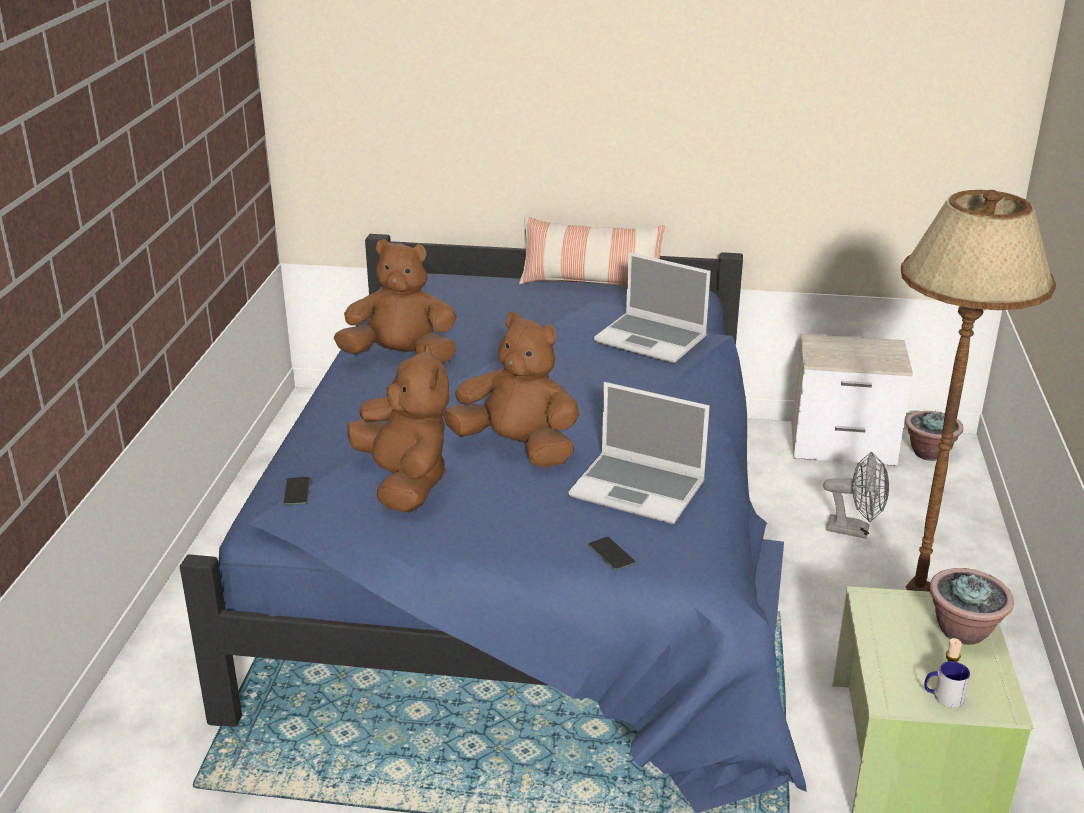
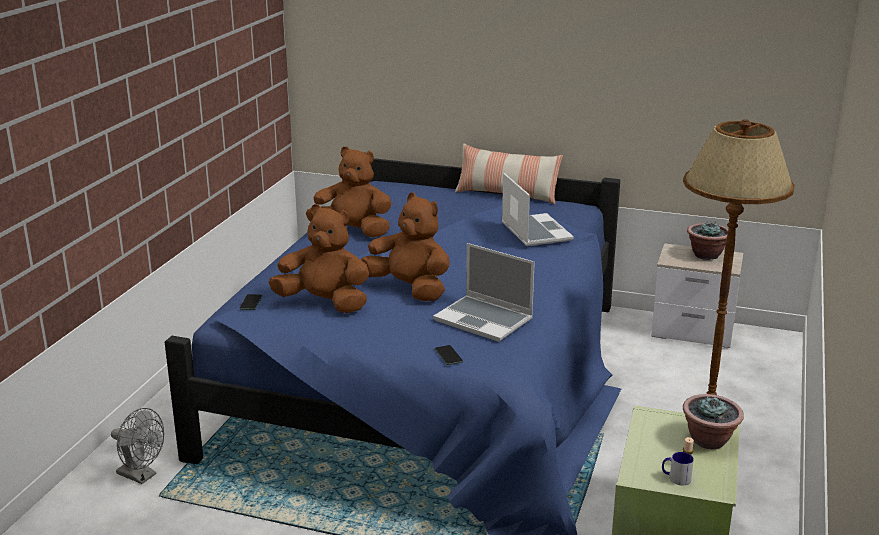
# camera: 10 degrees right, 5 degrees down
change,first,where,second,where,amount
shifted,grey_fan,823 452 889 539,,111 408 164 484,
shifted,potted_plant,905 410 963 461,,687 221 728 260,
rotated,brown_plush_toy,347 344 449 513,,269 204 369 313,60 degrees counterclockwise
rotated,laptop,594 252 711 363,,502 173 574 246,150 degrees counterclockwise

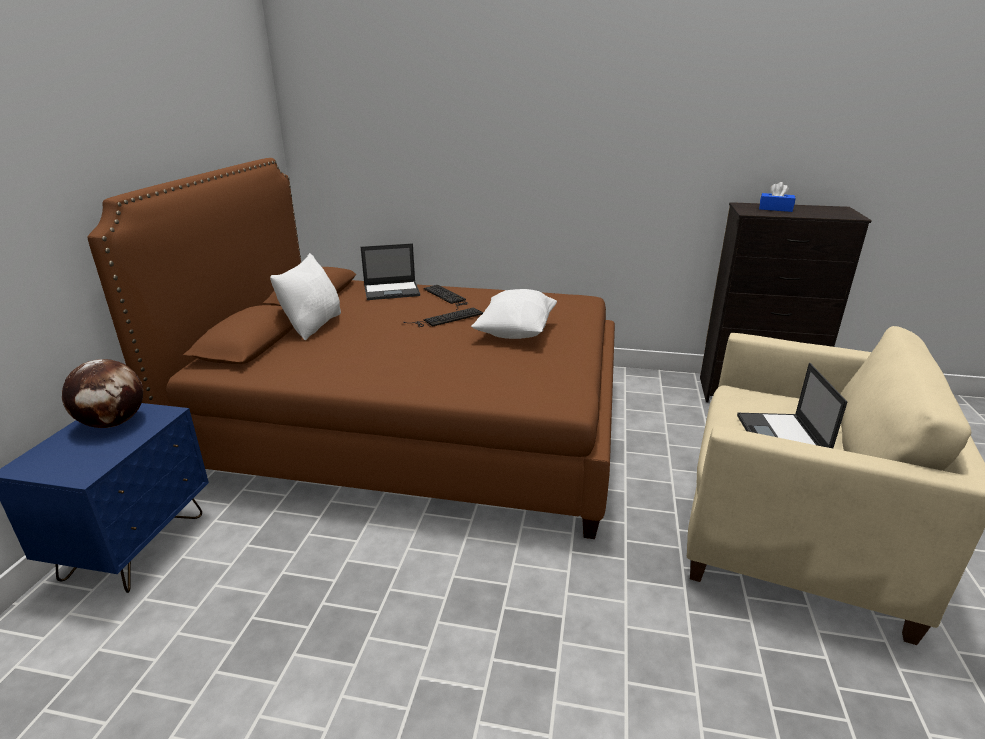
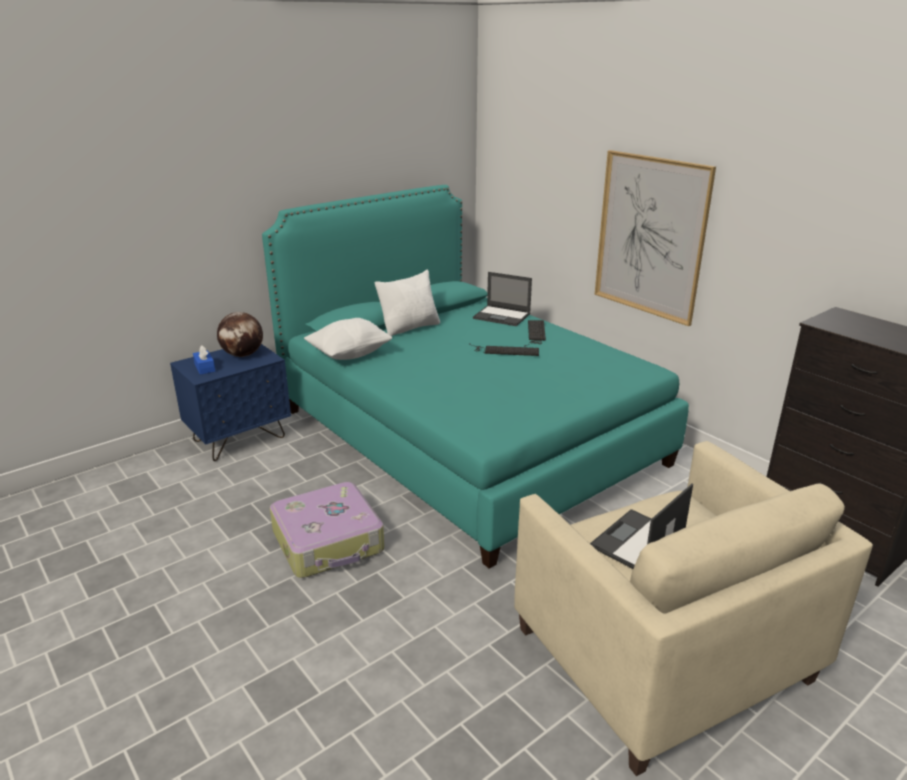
# camera: 40 degrees right, 0 degrees up
change,first,where,second,where,amount
new,,,suitcase,270 482 385 578,
new,,,picture,595 150 716 326,
shifted,white_pillow,471 289 557 339,,304 318 392 360,
shifted,blue_tissue_box,759 182 796 212,,193 345 215 375,
repainted,brown_bed,87 158 615 539,turquoise_bed,262 185 689 569,

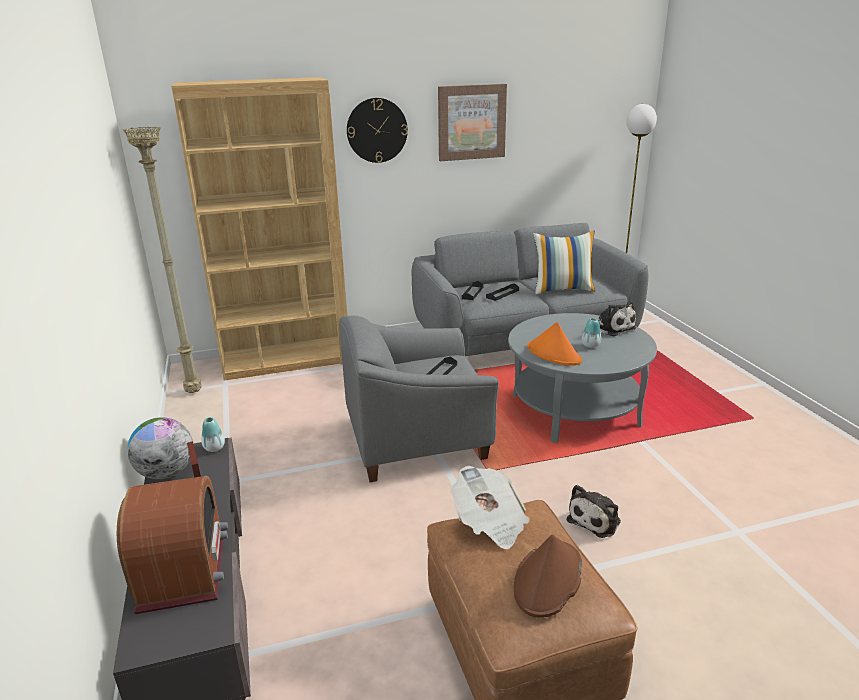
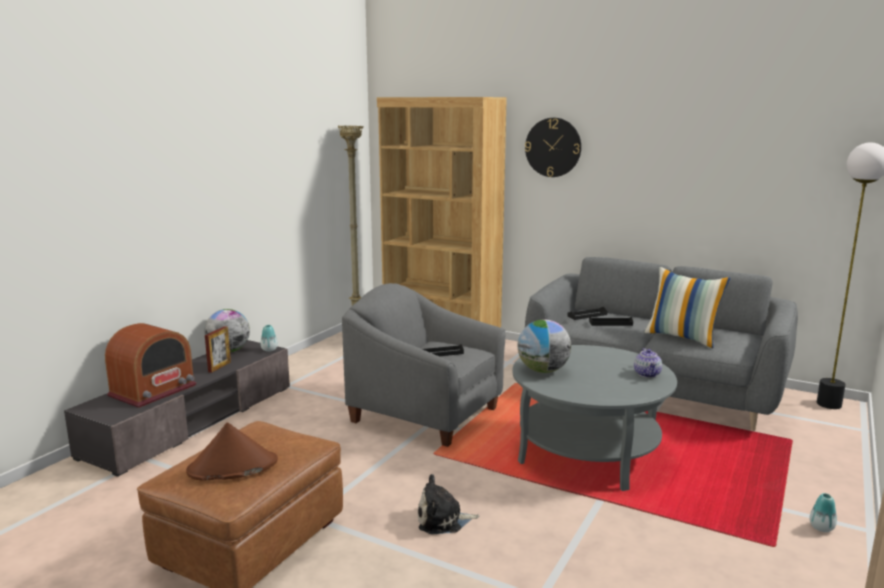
# camera: 45 degrees right, 10 degrees down
change,first,where,second,where,amount
gone,picture,438 84 507 161,,,
gone,newspaper,451 466 530 549,,,
shifted,vase,582 318 601 348,,809 493 837 532,
swapped,orange_hat,527 322 582 366,globe,518 319 571 373,
swapped,plush_toy,598 301 636 336,teapot,634 348 662 378,

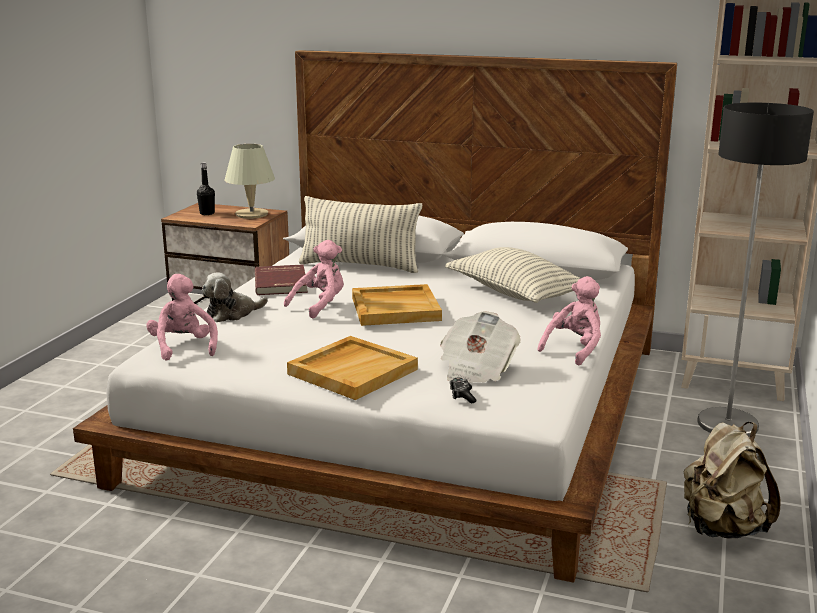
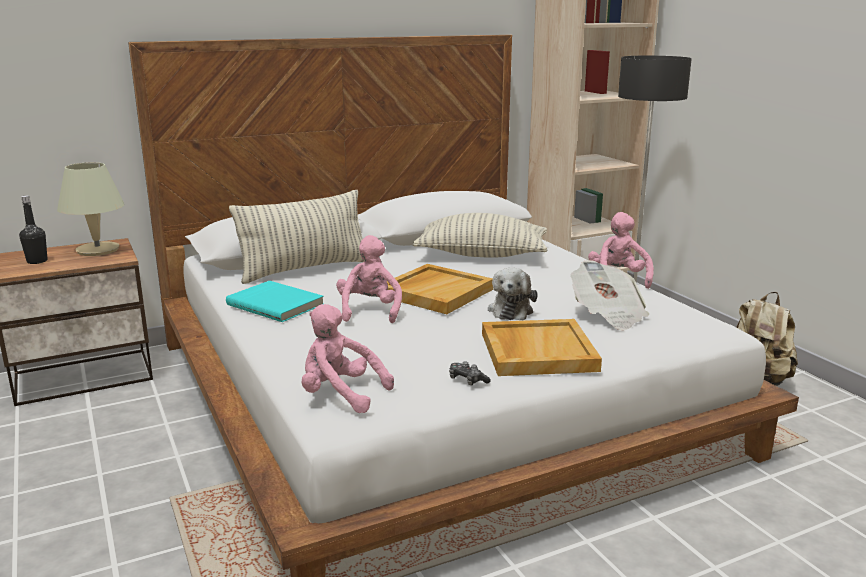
# camera: 45 degrees left, 0 degrees up
change,first,where,second,where,amount
shifted,plush_toy,202 272 268 322,,488 267 538 320,
shifted,game_controller,450 378 476 403,,449 361 491 385,
repainted,red_book,255 264 308 295,turquoise_book,226 281 324 322,

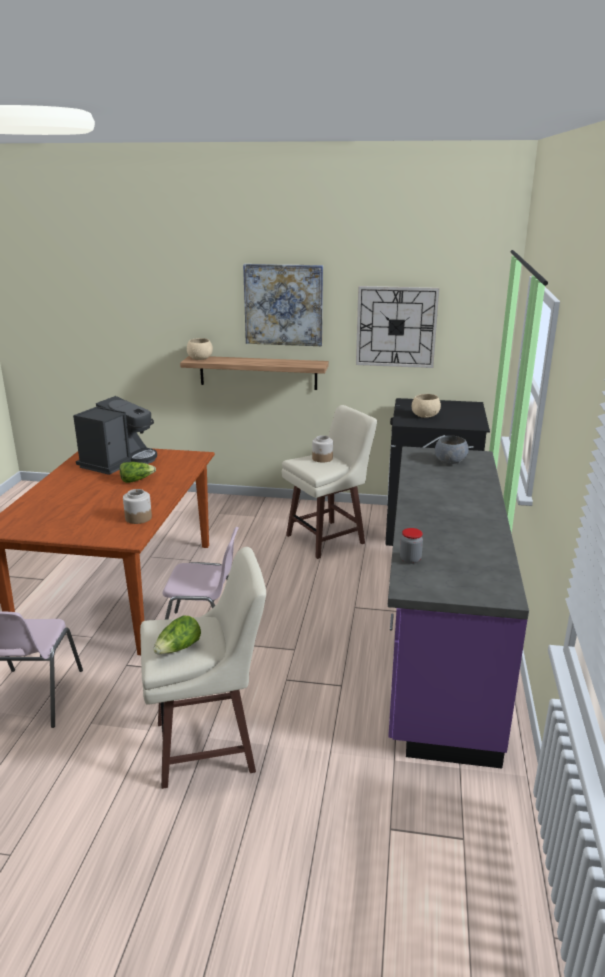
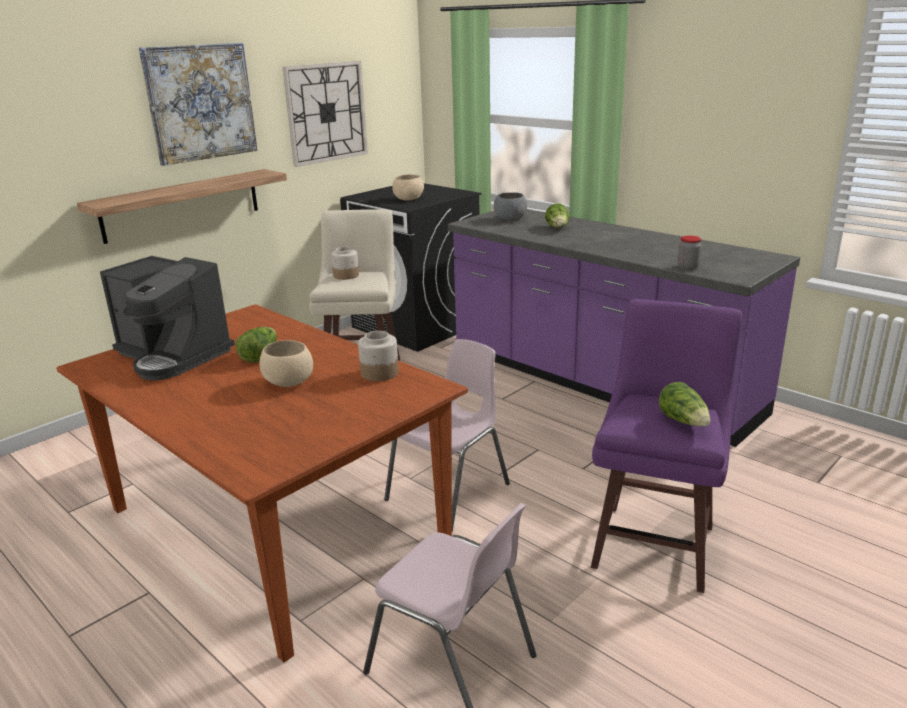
# camera: 55 degrees left, 0 degrees up
change,first,where,second,where,amount
new,,,lettuce,545 203 570 228,
shifted,beige_bowl,187 338 213 360,,260 340 313 387,
repainted,beige_stool,140 547 266 789,purple_stool,591 299 742 593,
rotated,coffee_machine,73 396 157 475,,100 256 235 380,150 degrees clockwise

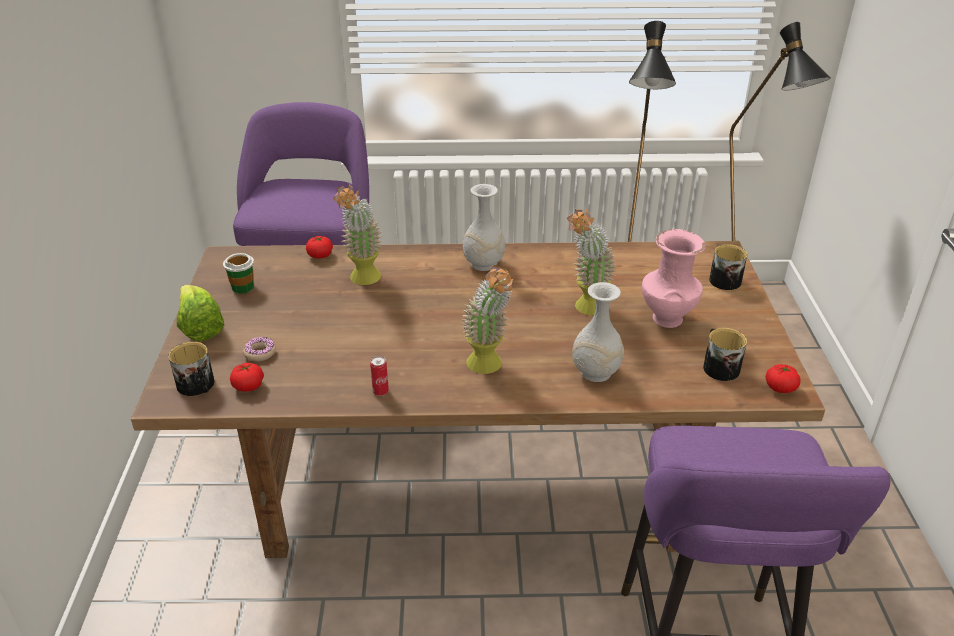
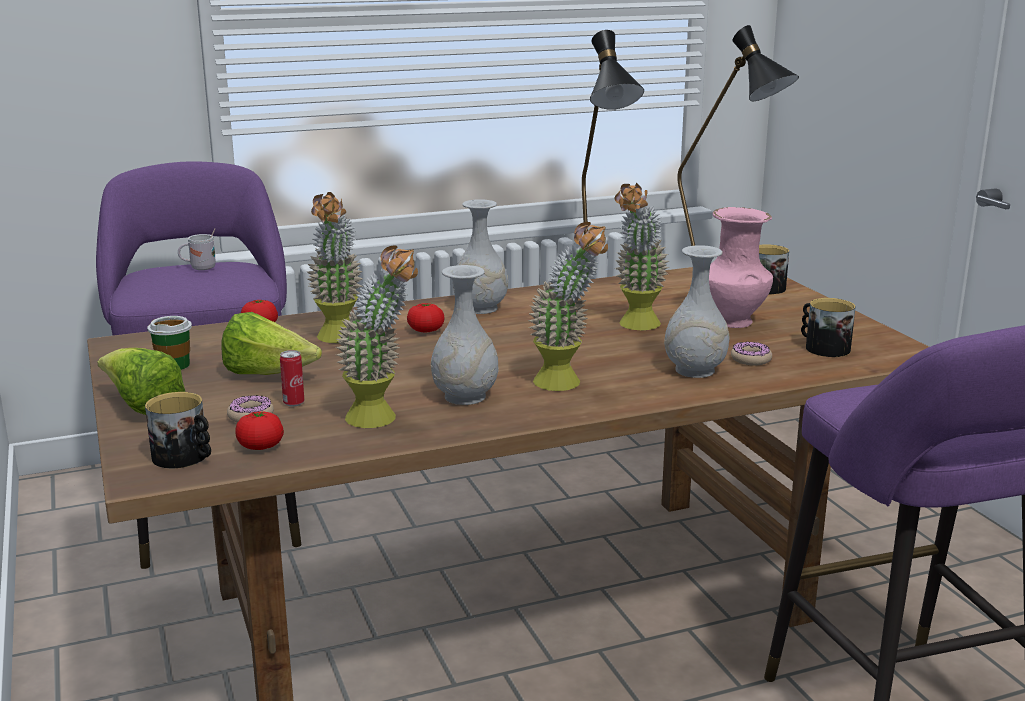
# camera: 20 degrees left, 15 degrees down
change,first,where,second,where,amount
new,,,white_mug,178 228 216 270,
new,,,lettuce,221 312 322 375,
new,,,potted_plant,335 246 418 428,
new,,,white_vase,431 265 499 405,
new,,,donut,731 341 772 366,
shifted,can,370 356 389 396,,280 350 304 407,
shifted,tomato,766 364 801 393,,407 303 444 332,

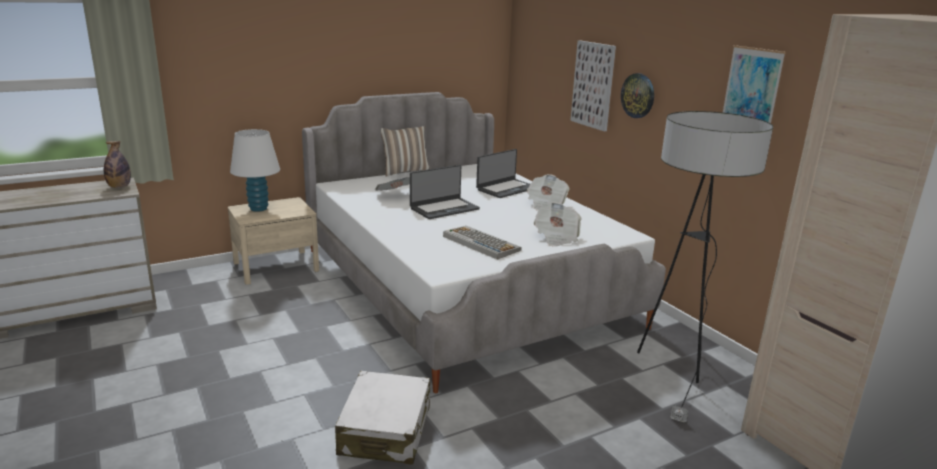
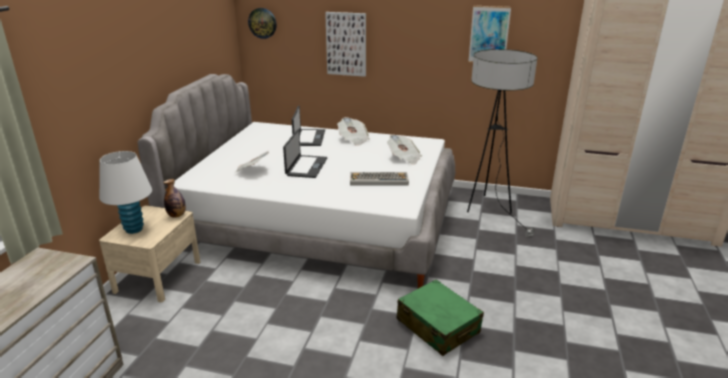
# camera: 45 degrees left, 5 degrees up
change,first,where,second,where,amount
gone,pillow,381 125 431 177,,,
shifted,bottle,104 141 131 188,,163 179 186 218,
shifted,wall_clock,621 73 654 118,,248 8 277 39,
repainted,white_suitcase,335 371 430 465,green_suitcase,397 279 484 356,

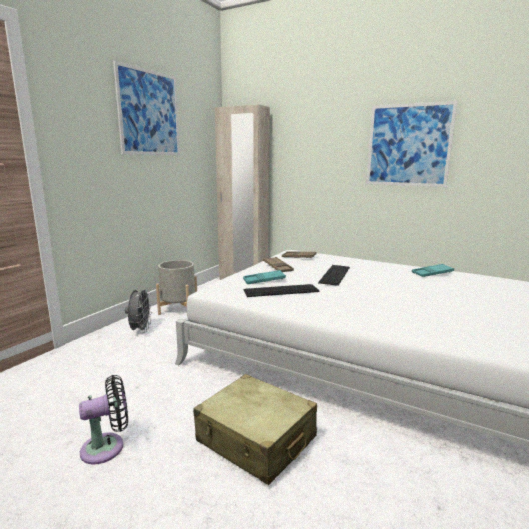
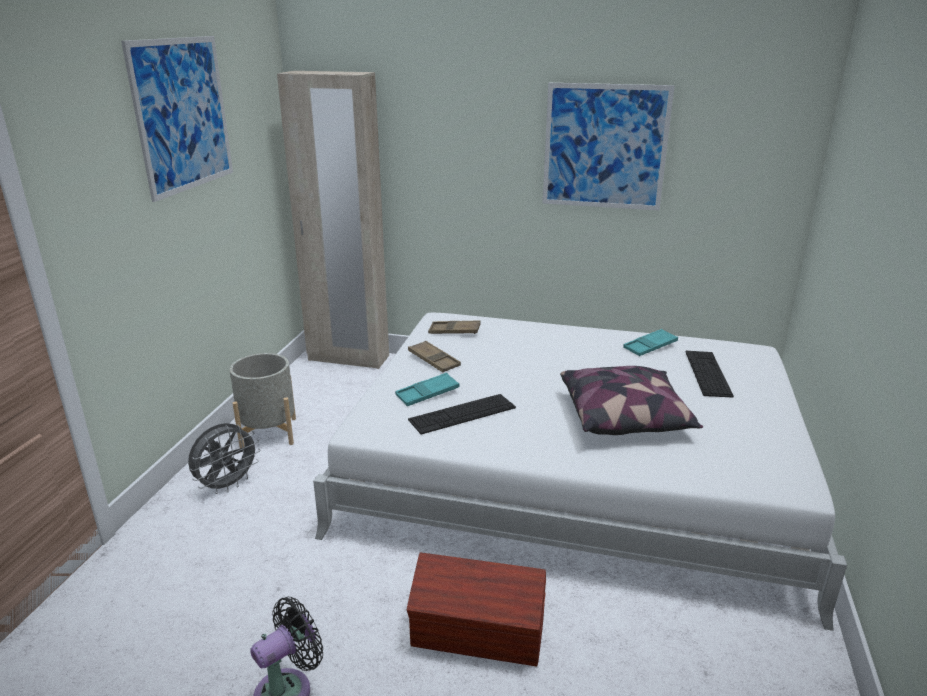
# camera: 15 degrees left, 10 degrees up
change,first,where,second,where,amount
new,,,pillow,560 366 703 435,
shifted,keyboard,318 265 350 286,,686 351 734 398,
swapped,beige_suitcase,193 374 317 485,brown_storage_box,407 553 546 666,
rotated,grey_fan,125 287 152 333,,188 423 261 494,60 degrees clockwise

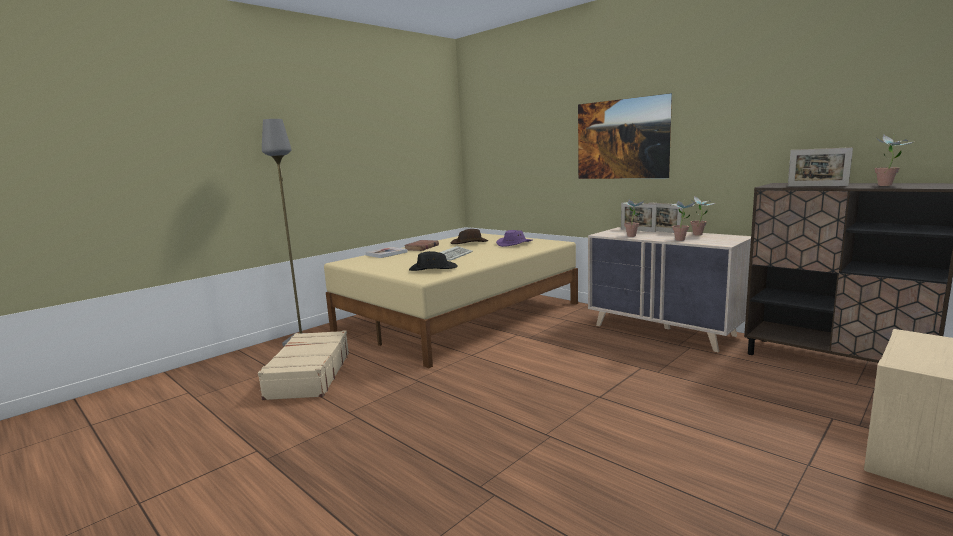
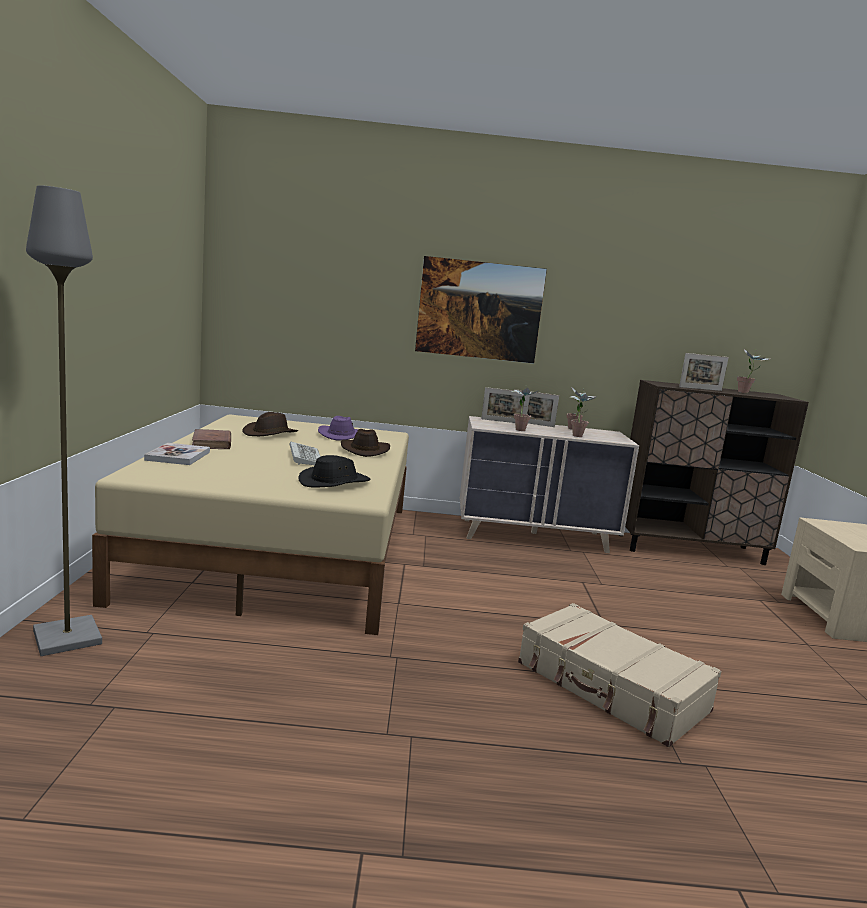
# camera: 45 degrees left, 0 degrees up
change,first,where,second,where,amount
new,,,brown_hat,341 429 390 457,
shifted,beige_suitcase,258 330 349 400,,518 603 721 747,

